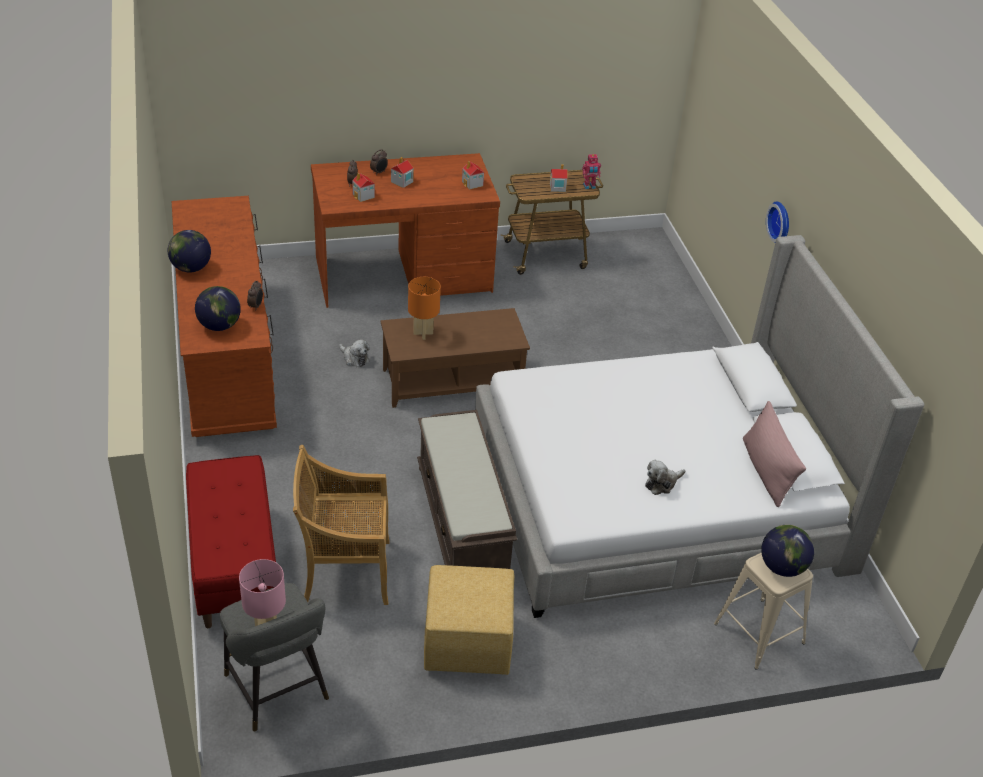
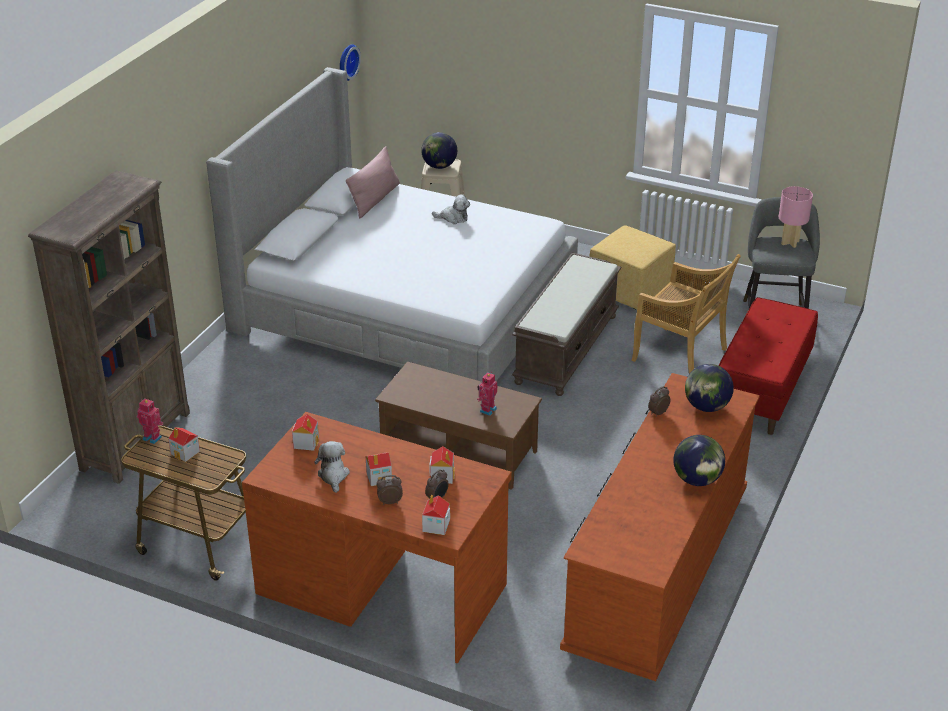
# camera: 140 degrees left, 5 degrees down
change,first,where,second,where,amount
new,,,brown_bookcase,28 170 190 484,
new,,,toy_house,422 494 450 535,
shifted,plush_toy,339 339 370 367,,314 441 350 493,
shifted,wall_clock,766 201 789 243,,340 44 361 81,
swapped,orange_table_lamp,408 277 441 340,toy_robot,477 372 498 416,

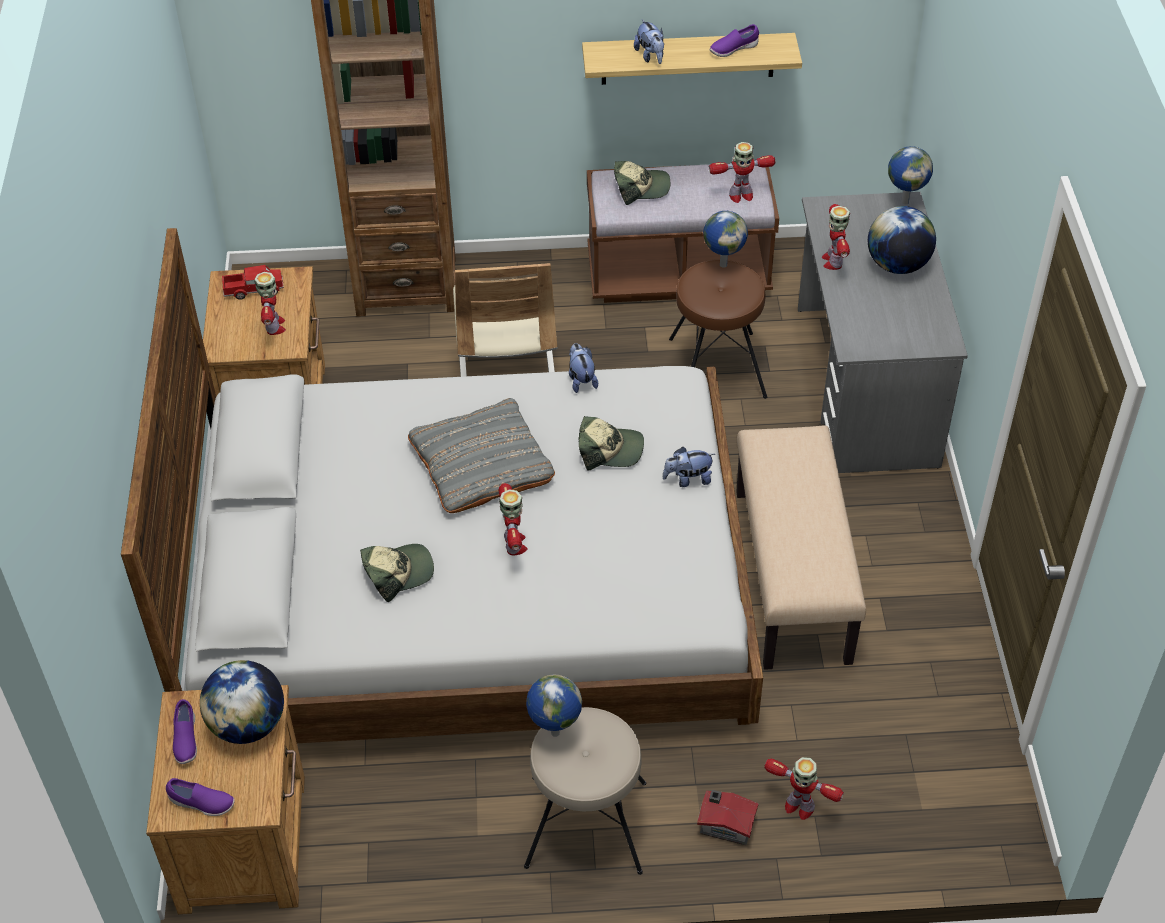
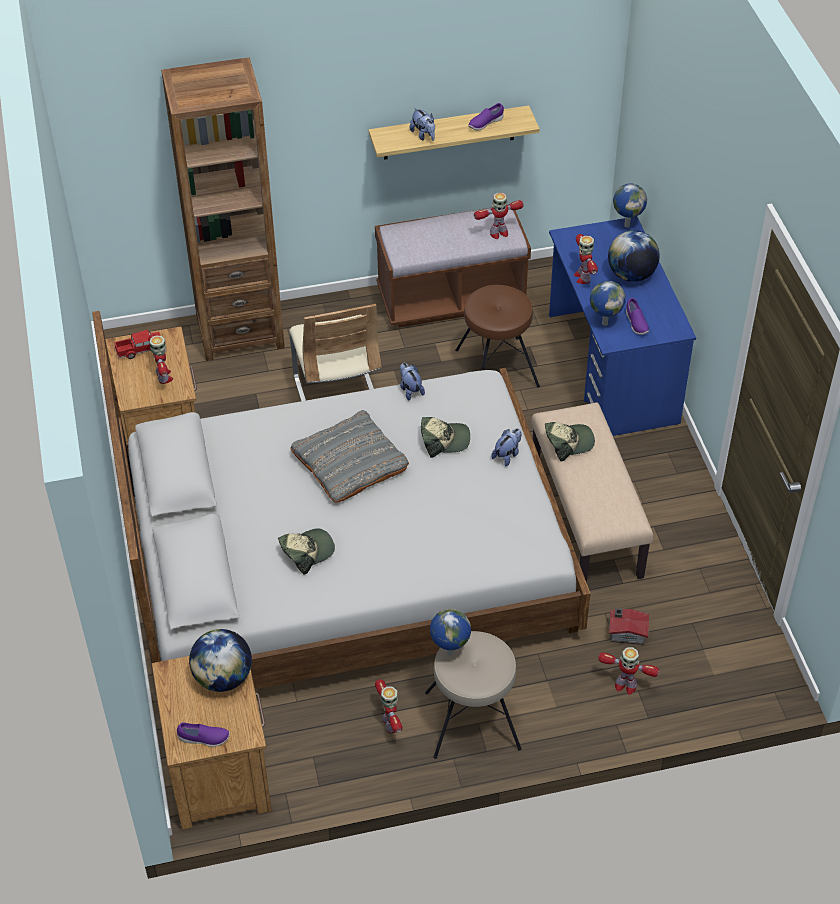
# camera: 10 degrees left, 0 degrees up
change,first,where,second,where,amount
shifted,purple_shoe,173 699 197 764,,626 298 649 335,
shifted,toy_robot,498 483 528 555,,375 679 403 733,
shifted,cap,614 161 670 205,,545 422 595 461,
shifted,toy_house,697 790 759 845,,609 608 649 645,
shifted,globe,703 211 748 268,,590 281 626 326,
repainted,grey_desk,798 192 968 473,blue_desk,549 216 696 436,
rotated,plush_toy,663 447 715 487,,492 428 522 466,150 degrees clockwise

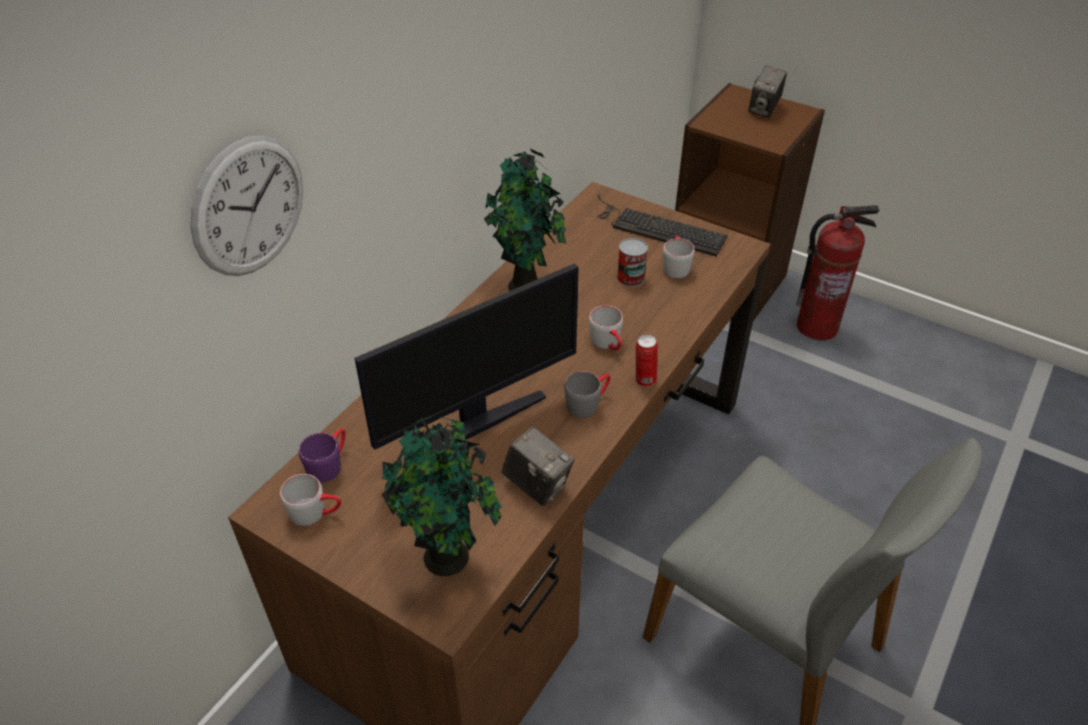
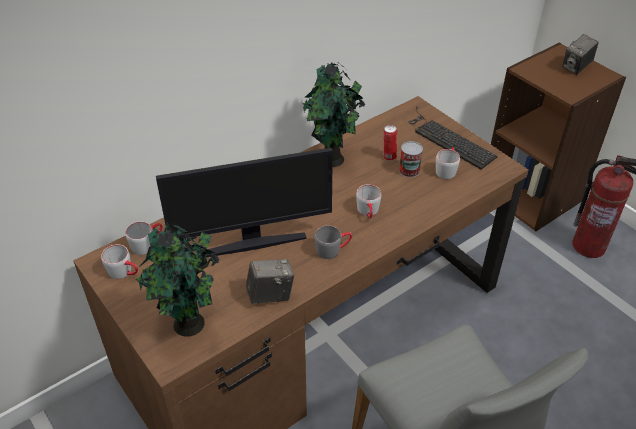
# camera: 20 degrees right, 0 degrees up
change,first,where,second,where,amount
gone,wall_clock,190 135 303 276,,,
shifted,can,636 334 658 387,,383 125 397 161,
repainted,purple_mug,299 429 345 483,grey_mug,125 222 162 255,
rotated,photo_camera,501 427 574 506,,246 259 294 304,75 degrees counterclockwise

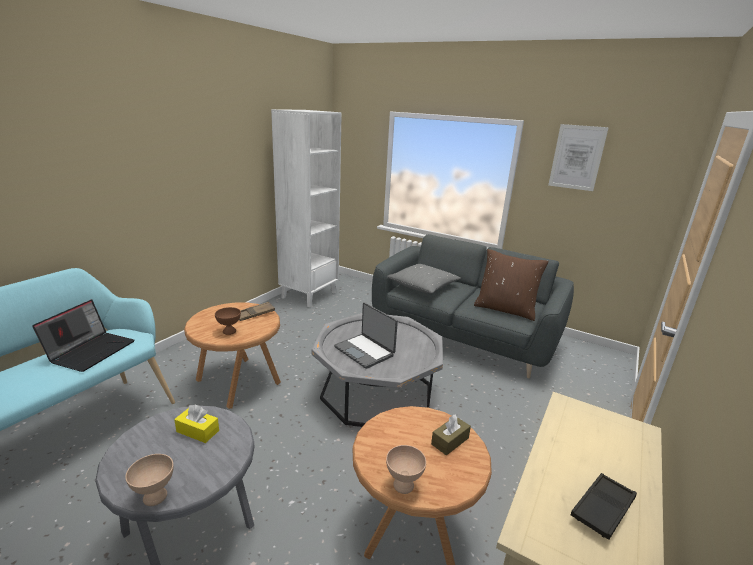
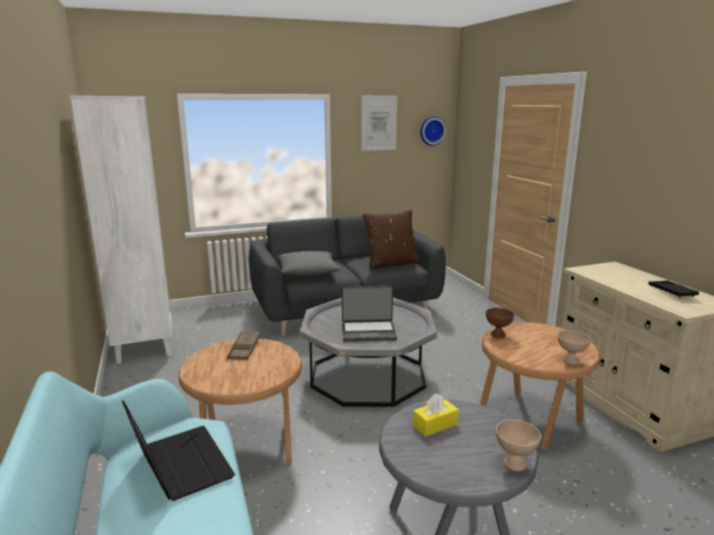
# camera: 50 degrees left, 5 degrees down
change,first,where,second,where,amount
gone,brown_tissue_box,431 415 471 455,,,
new,,,wall_clock,420 116 446 146,
shifted,brown_bowl,215 307 241 335,,486 308 515 338,

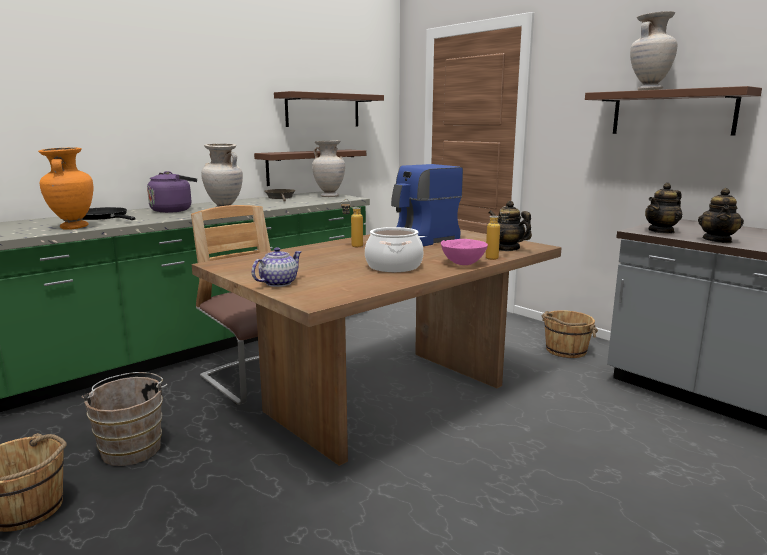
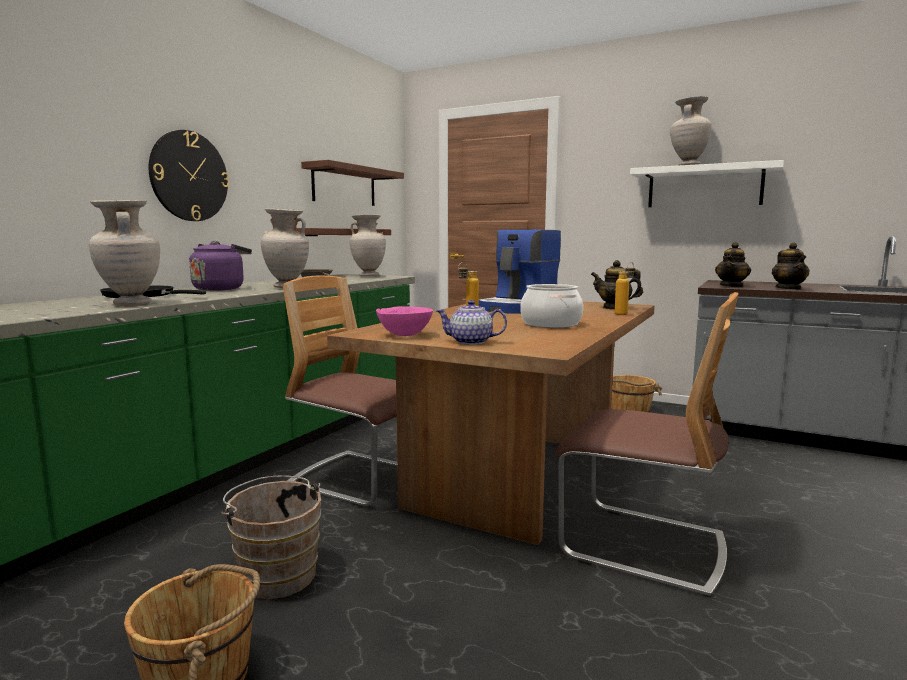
# camera: 20 degrees left, 5 degrees down
change,first,where,second,where,amount
new,,,wall_clock,149 130 229 221,
new,,,chair,556 292 739 598,
shifted,pink_bowl,441 239 488 265,,376 306 433 336,
repainted,orange_vase,38 148 93 230,beige_vase,89 200 160 306,
repainted,brown_shelf,585 86 762 136,white_shelf,630 160 784 207,
rotated,teapot,252 247 301 287,,436 300 507 345,105 degrees counterclockwise

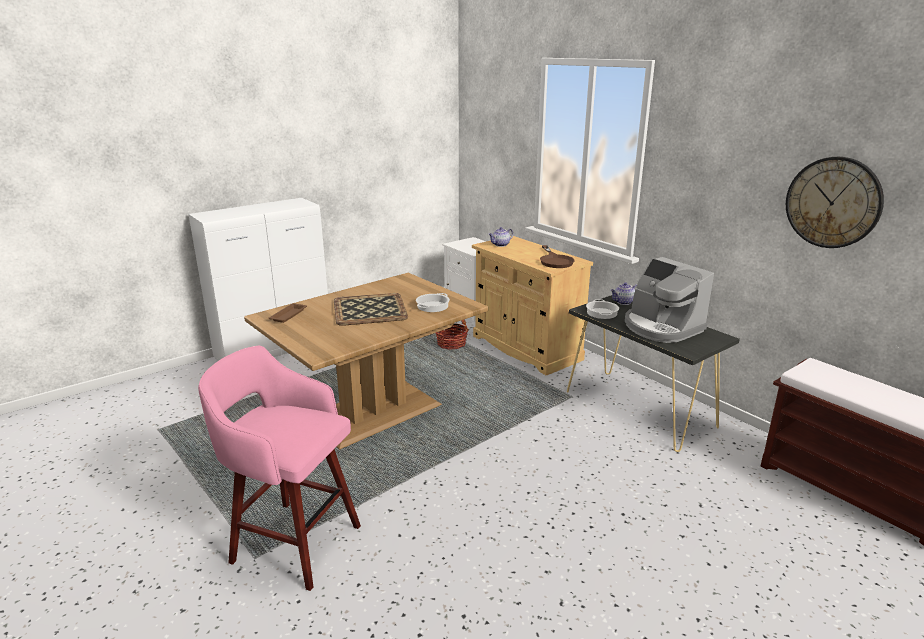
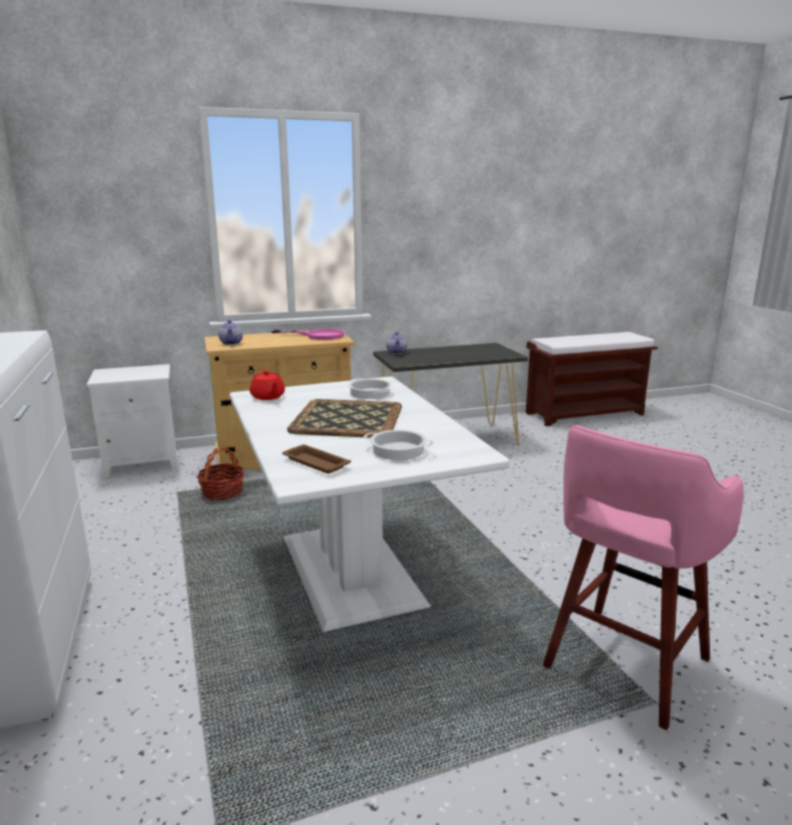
# camera: 70 degrees left, 5 degrees down
change,first,where,second,where,amount
gone,coffee_machine,625 257 714 343,,,
gone,wall_clock,786 157 884 248,,,
new,,,red_teapot,250 370 285 400,
shifted,cooking_pot,586 299 619 319,,363 430 434 460,
repainted,brown_dining_table,244 273 488 449,white_dining_table,230 376 510 632,
repainted,brown_frying_pan,540 245 575 268,pink_frying_pan,271 328 345 340,

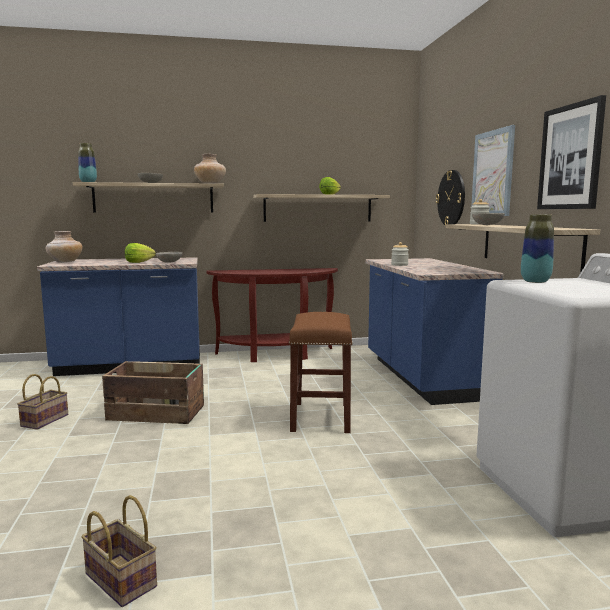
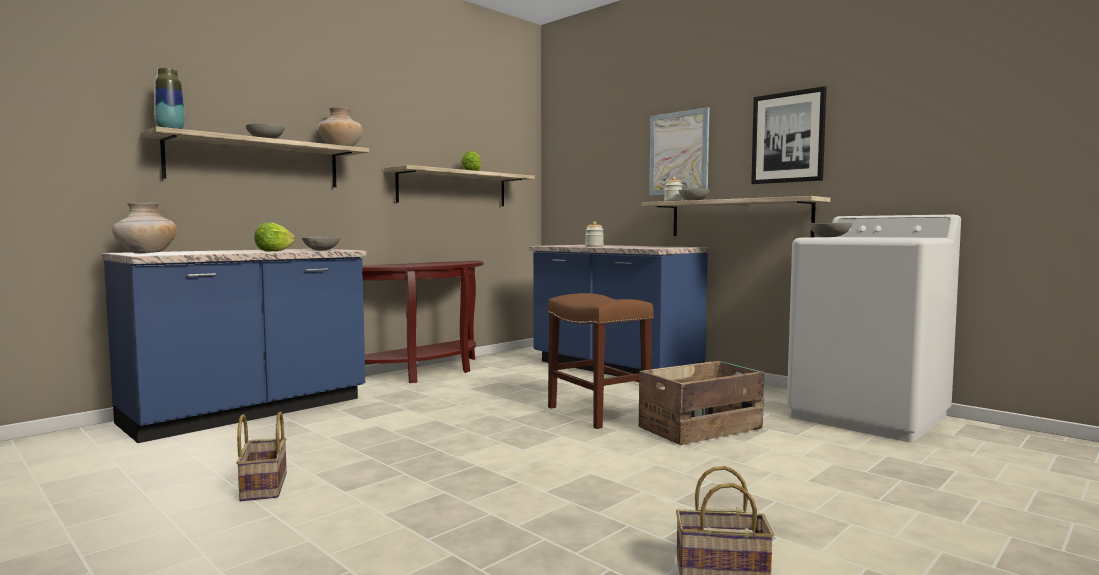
# camera: 35 degrees left, 5 degrees down
change,first,where,second,where,amount
gone,wall_clock,436 170 465 226,,,
shifted,crate,102 361 204 424,,639 361 764 445,
swapped,vase,521 214 554 283,grey_bowl,809 222 853 237,

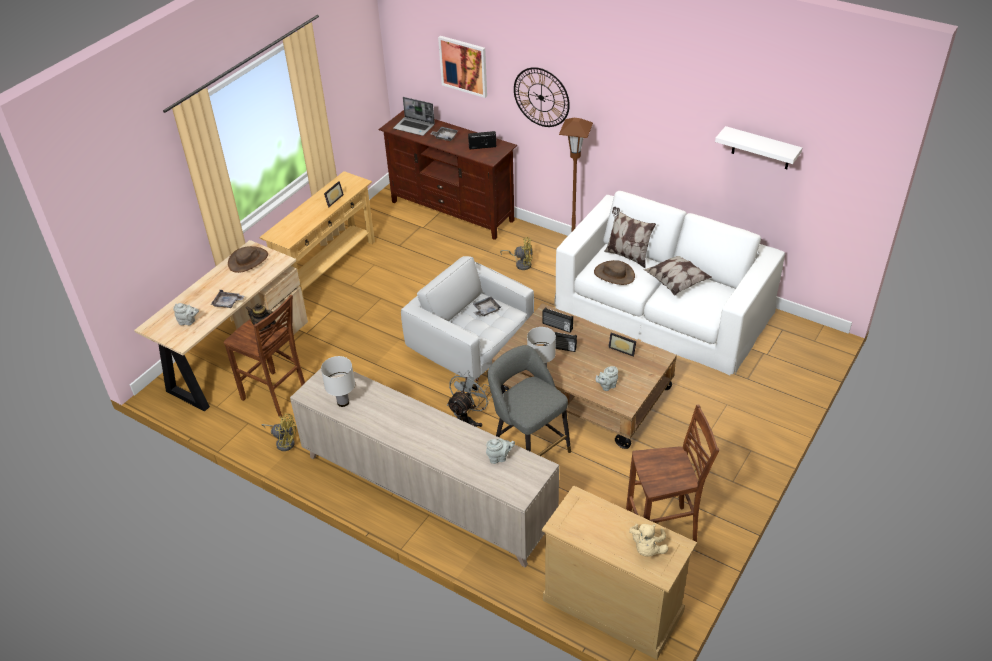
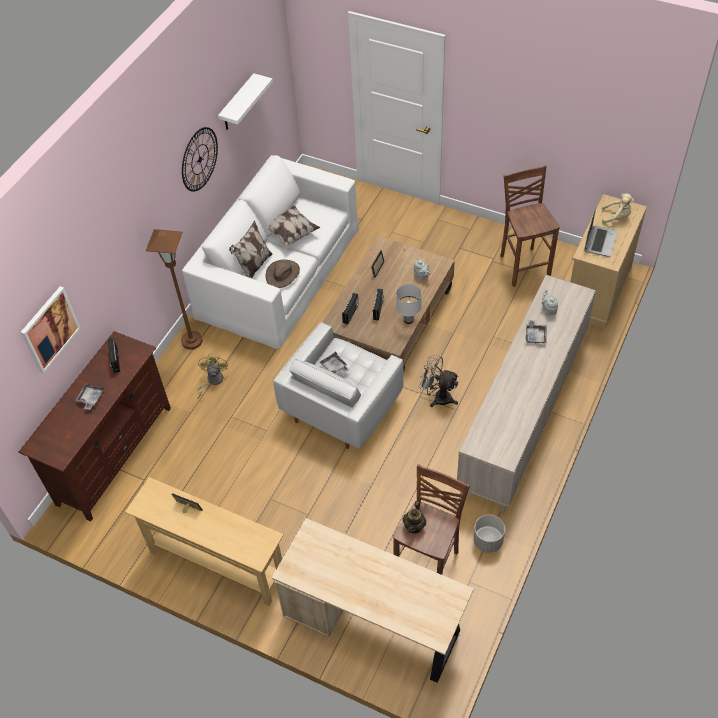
# camera: 95 degrees left, 10 degrees up
change,first,where,second,where,amount
gone,grey_teapot,173 303 199 325,,,
gone,brown_hat,228 246 268 273,,,
gone,white_table_lamp,321 356 355 407,,,
gone,grey_stool,487 345 571 456,,,
shifted,grey_tray,210 290 244 308,,526 320 547 344,
shifted,laptop,393 97 435 136,,584 208 618 257,
shifted,wall_clock,514 67 570 127,,182 127 218 192,
swapped,yellow_fan,261 414 296 451,grey_planter,473 515 505 553,

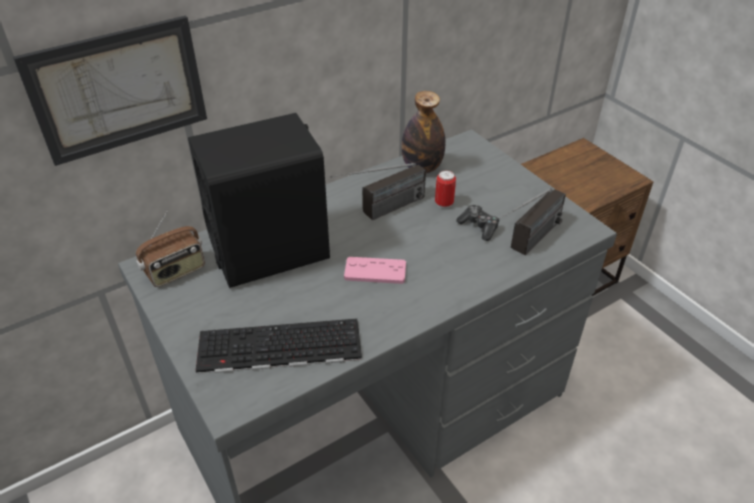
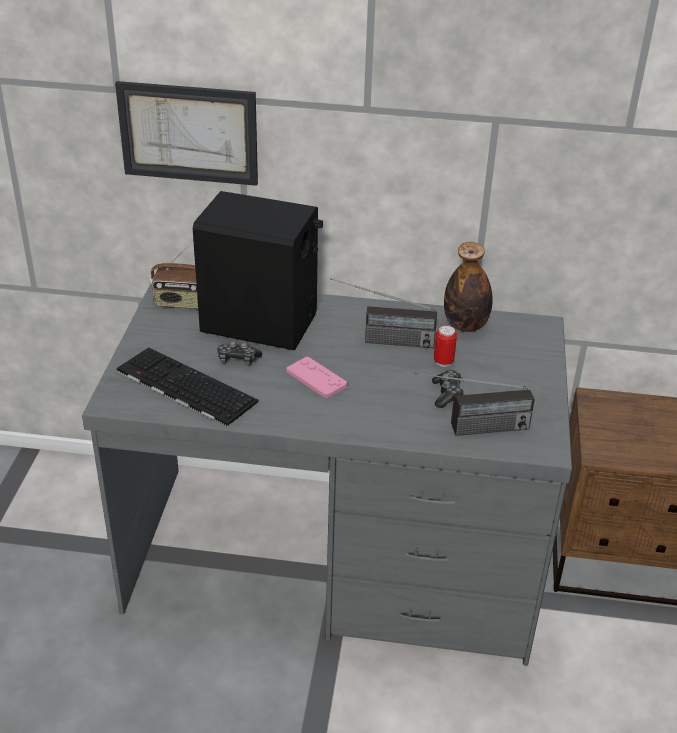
# camera: 40 degrees right, 5 degrees down
change,first,where,second,where,amount
new,,,game_controller,217 341 262 366,

